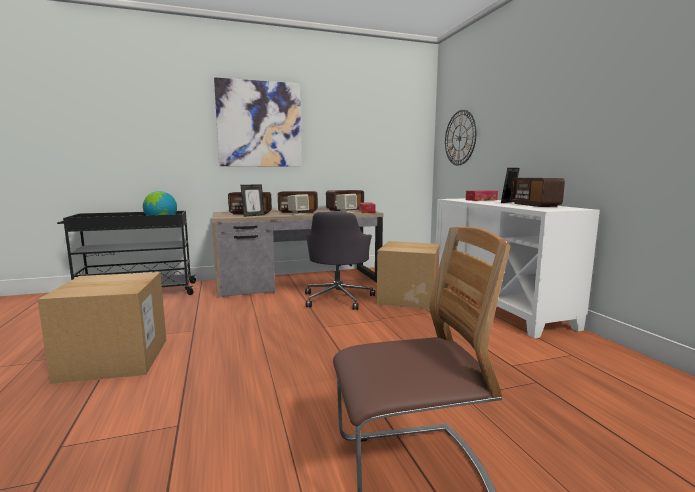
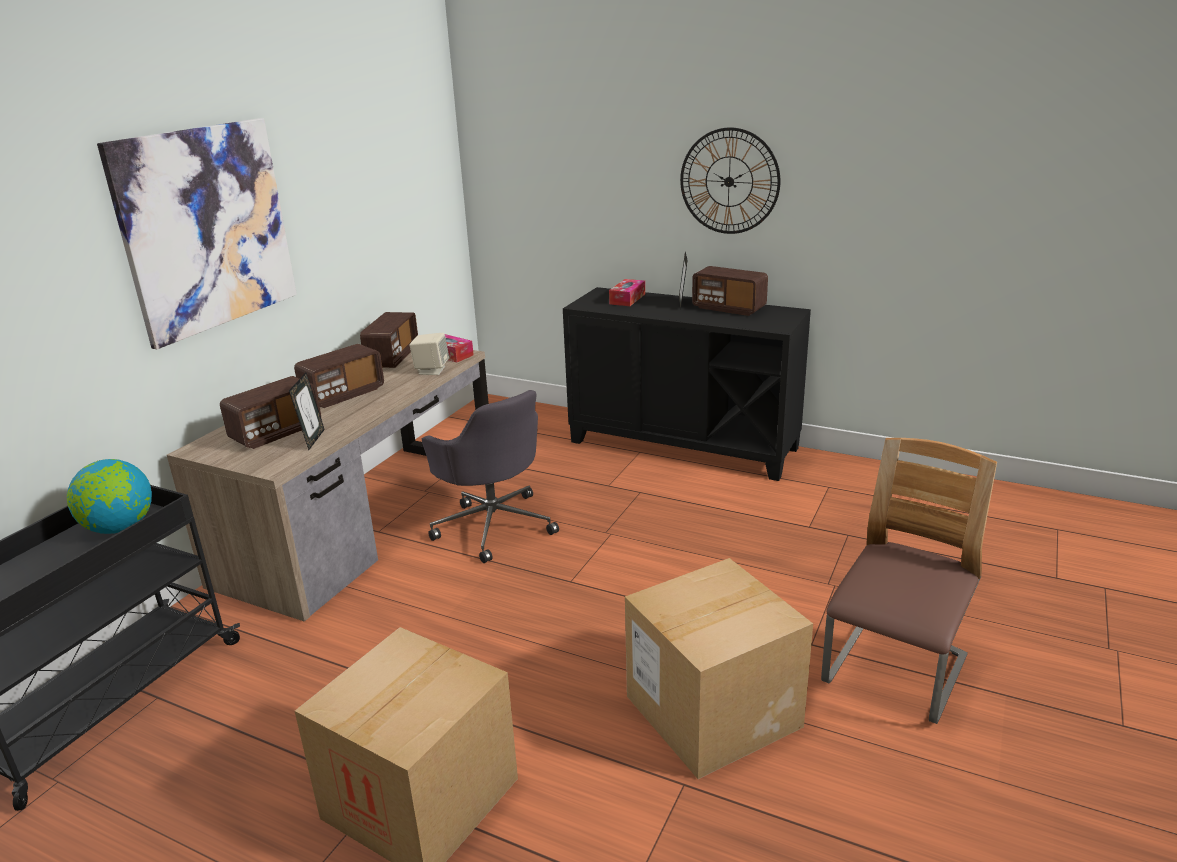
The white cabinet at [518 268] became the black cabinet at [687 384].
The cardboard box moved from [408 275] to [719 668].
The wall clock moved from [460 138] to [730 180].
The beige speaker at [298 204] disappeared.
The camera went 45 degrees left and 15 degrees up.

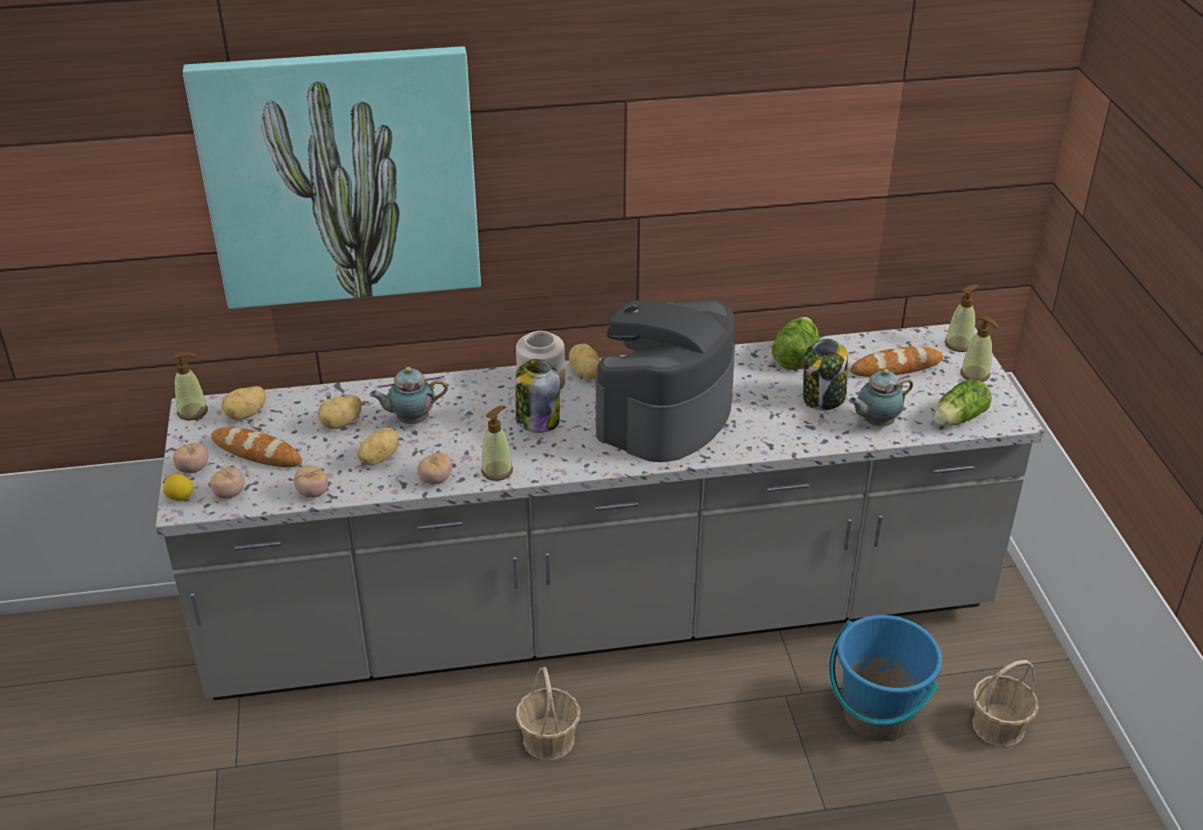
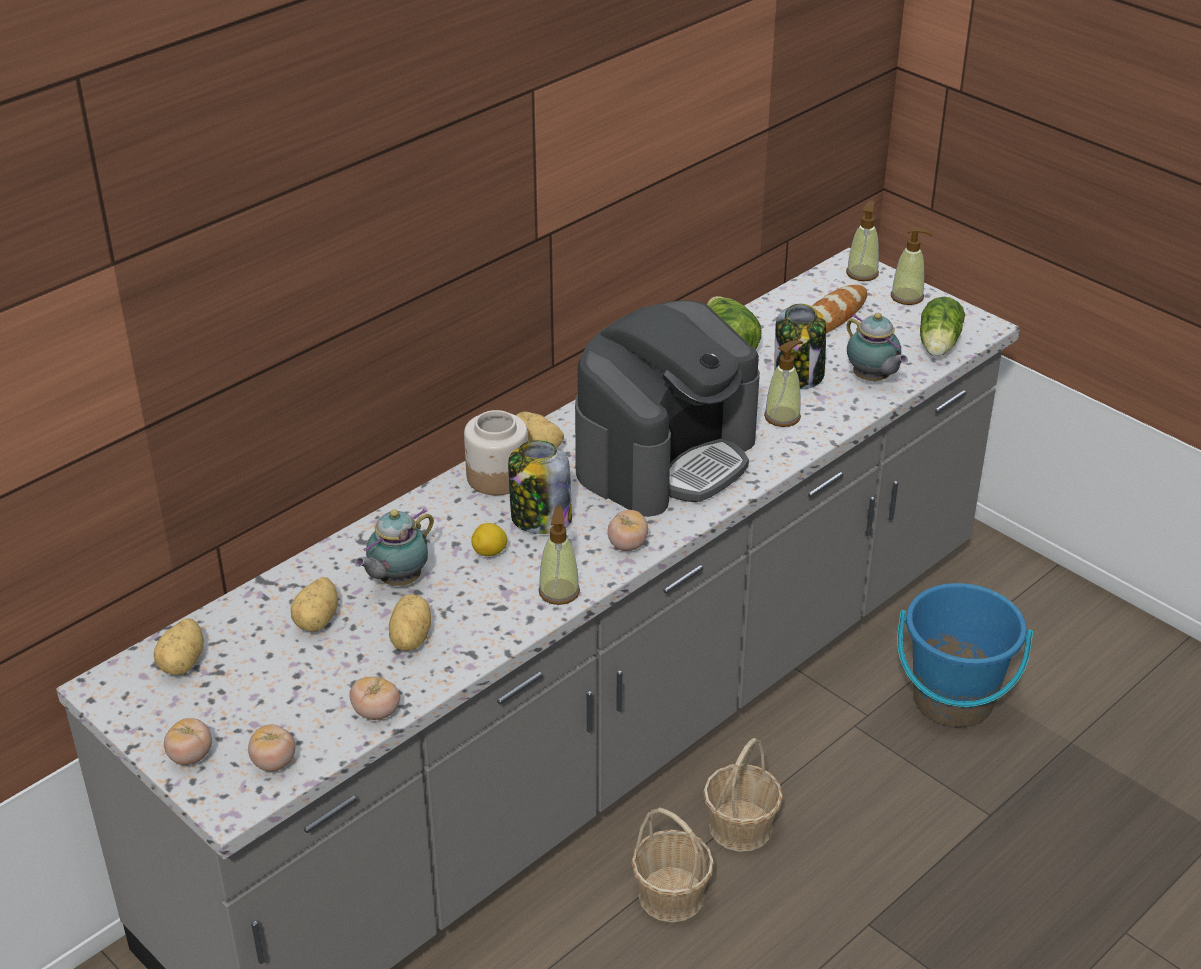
The lemon moved from [178 487] to [489 539].
The coffee machine at [665 381] turned 135 degrees counterclockwise.
The tomato moved from [435 468] to [628 530].
The basket moved from [1005 703] to [743 795].
The soap dispenser moved from [190 386] to [783 383].
The teapot at [881 397] turned 60 degrees counterclockwise.
The picture at [332 177] disappeared.
The bread at [256 447] disappeared.
The camera went 35 degrees left and 0 degrees up.

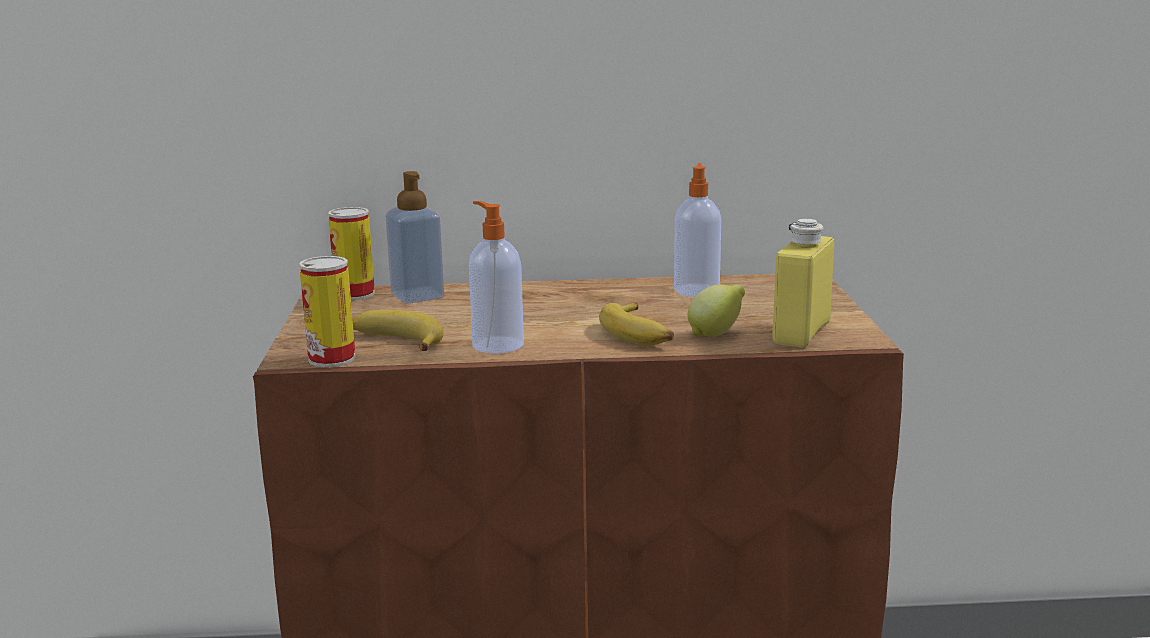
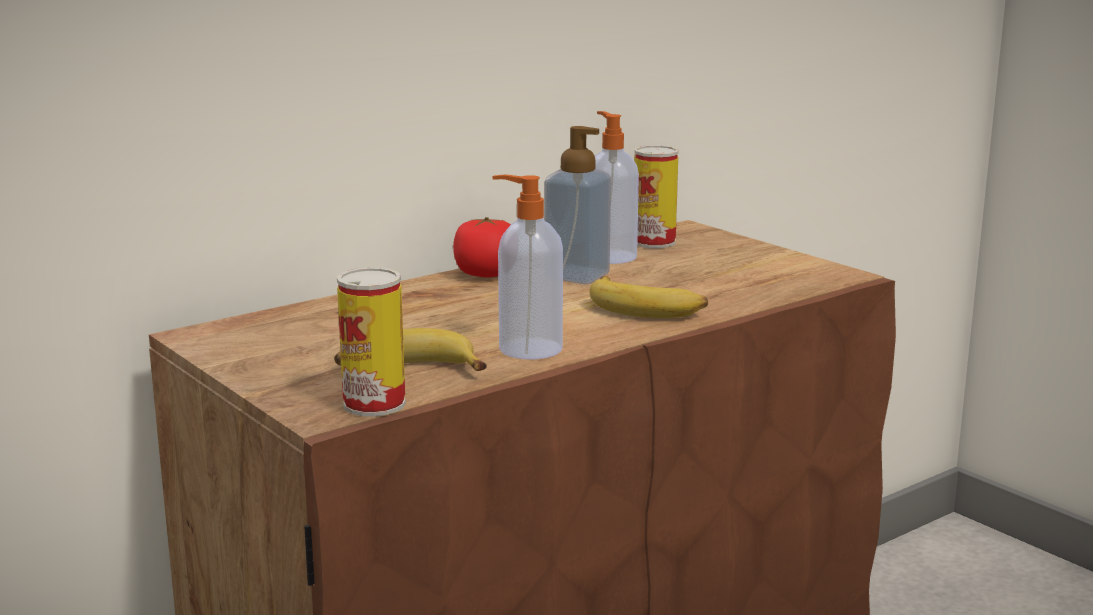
The tomato at [482 247] appeared.
The soap dispenser moved from [415 237] to [577 205].
The can moved from [351 253] to [656 196].
The lemon at [716 310] disappeared.
The yellow bottle at [803 283] disappeared.
The camera went 35 degrees left and 0 degrees up.

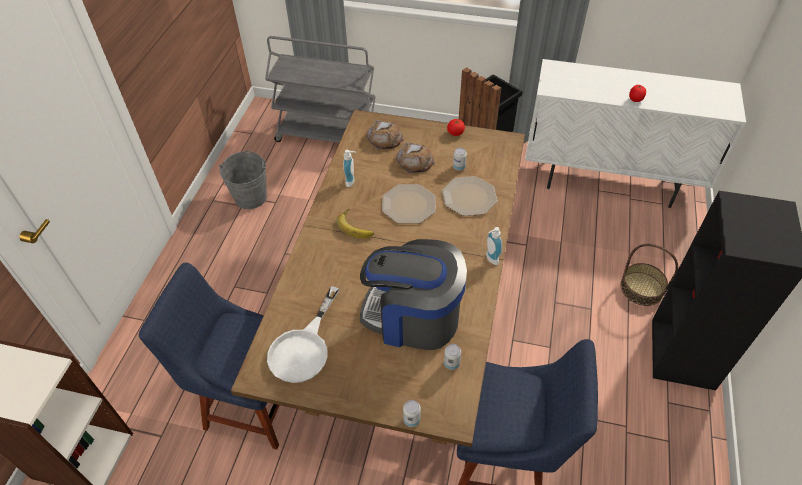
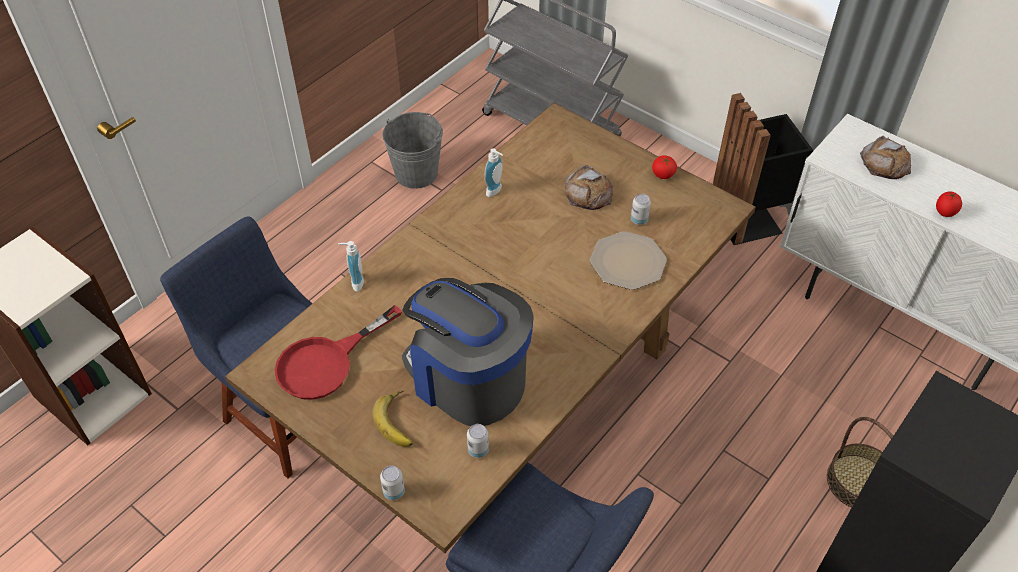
The white frying pan at [303 334] became the red frying pan at [338 352].
The soap dispenser moved from [494 246] to [351 266].
The banana moved from [355 223] to [392 418].
The bread moved from [385 135] to [885 157].
The plate at [409 204] disappeared.
The camera went 25 degrees right and 0 degrees up.

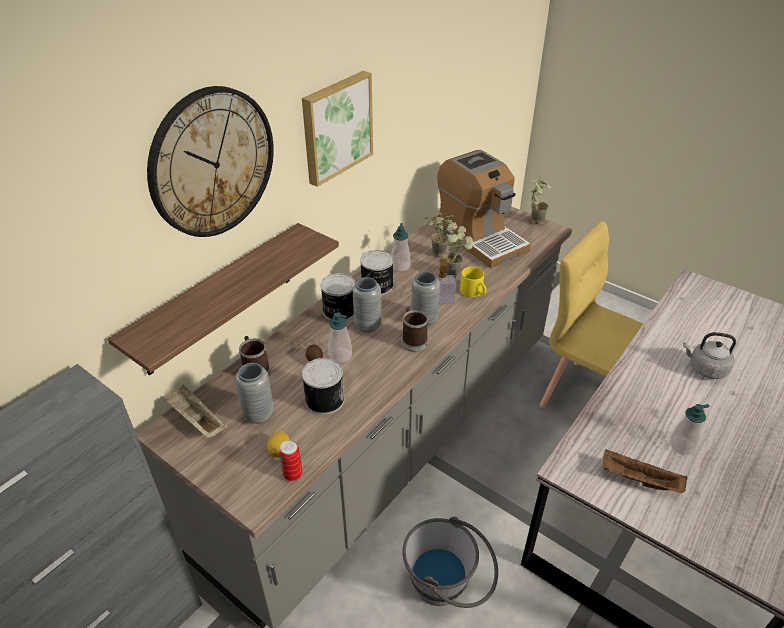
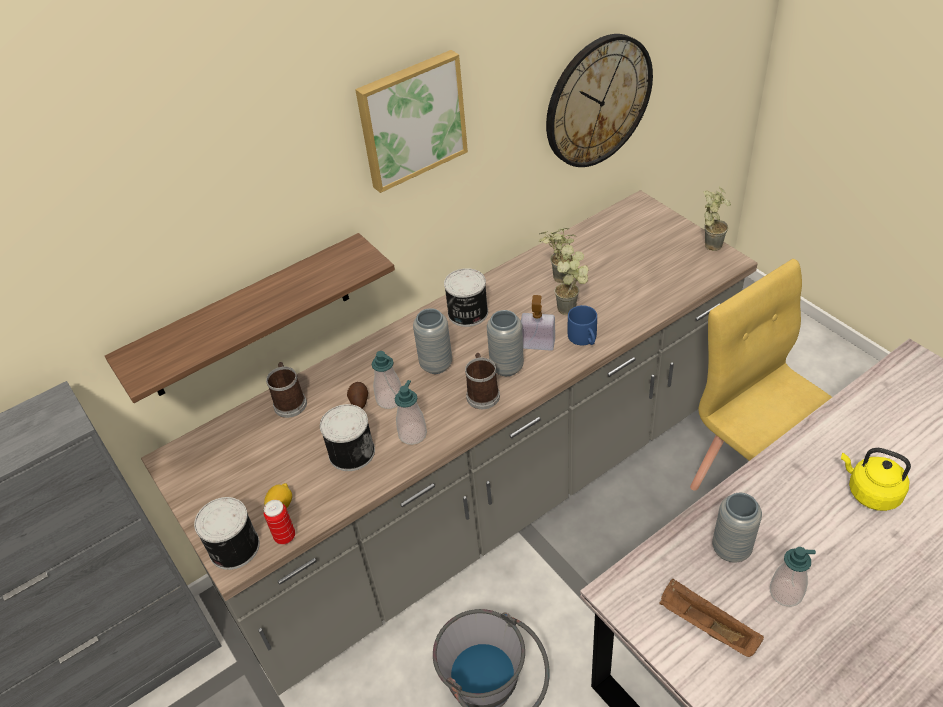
The can moved from [338 296] to [227 533].
The soap dispenser moved from [400 247] to [411 412].
The wall clock moved from [210 161] to [599 100].
The yellow mug at [473 282] became the blue mug at [582 325].
The grey vase moved from [254 393] to [737 528].
The grey kettle at [709 355] became the yellow kettle at [876 479].
The beige tray at [196 411] disappeared.
The coffee machine at [483 209] disappeared.
The camera went 20 degrees right and 5 degrees up.

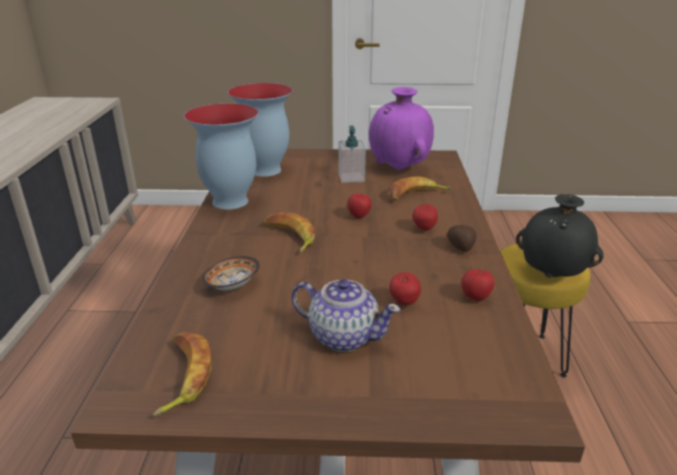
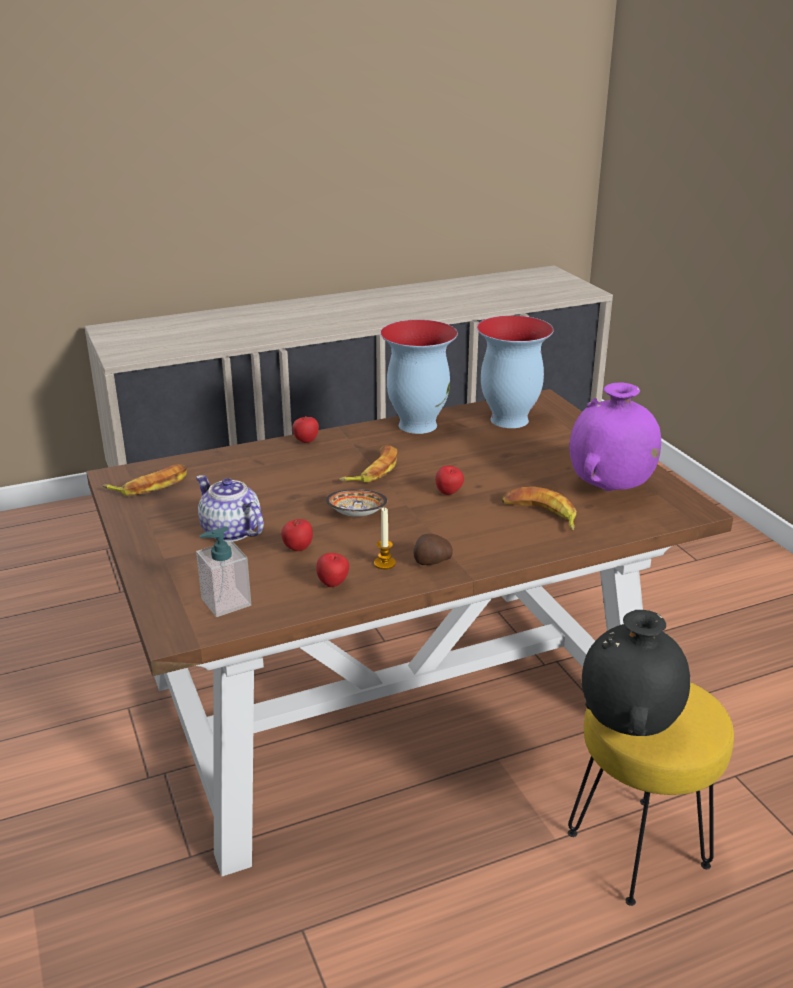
The teapot at [346 315] turned 135 degrees clockwise.
The soap dispenser moved from [352 154] to [223 571].
The apple moved from [425 217] to [306 429].
The bowl moved from [231 273] to [357 503].
The candle at [385 538] appeared.
The camera went 65 degrees right and 0 degrees up.

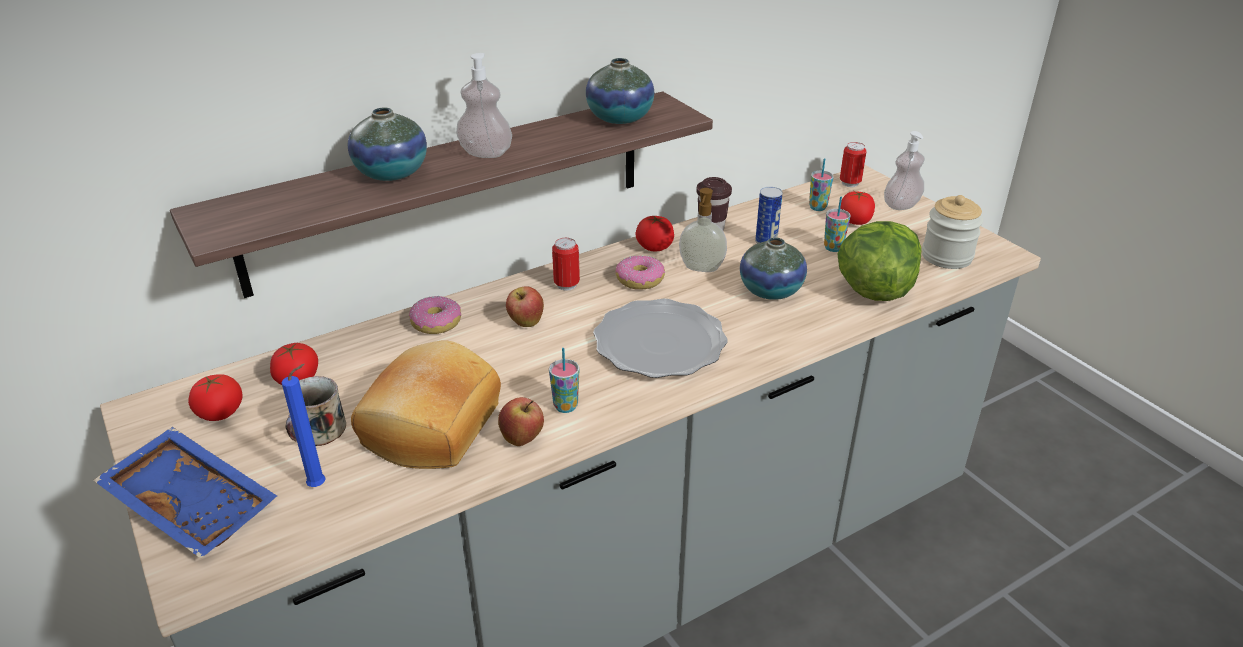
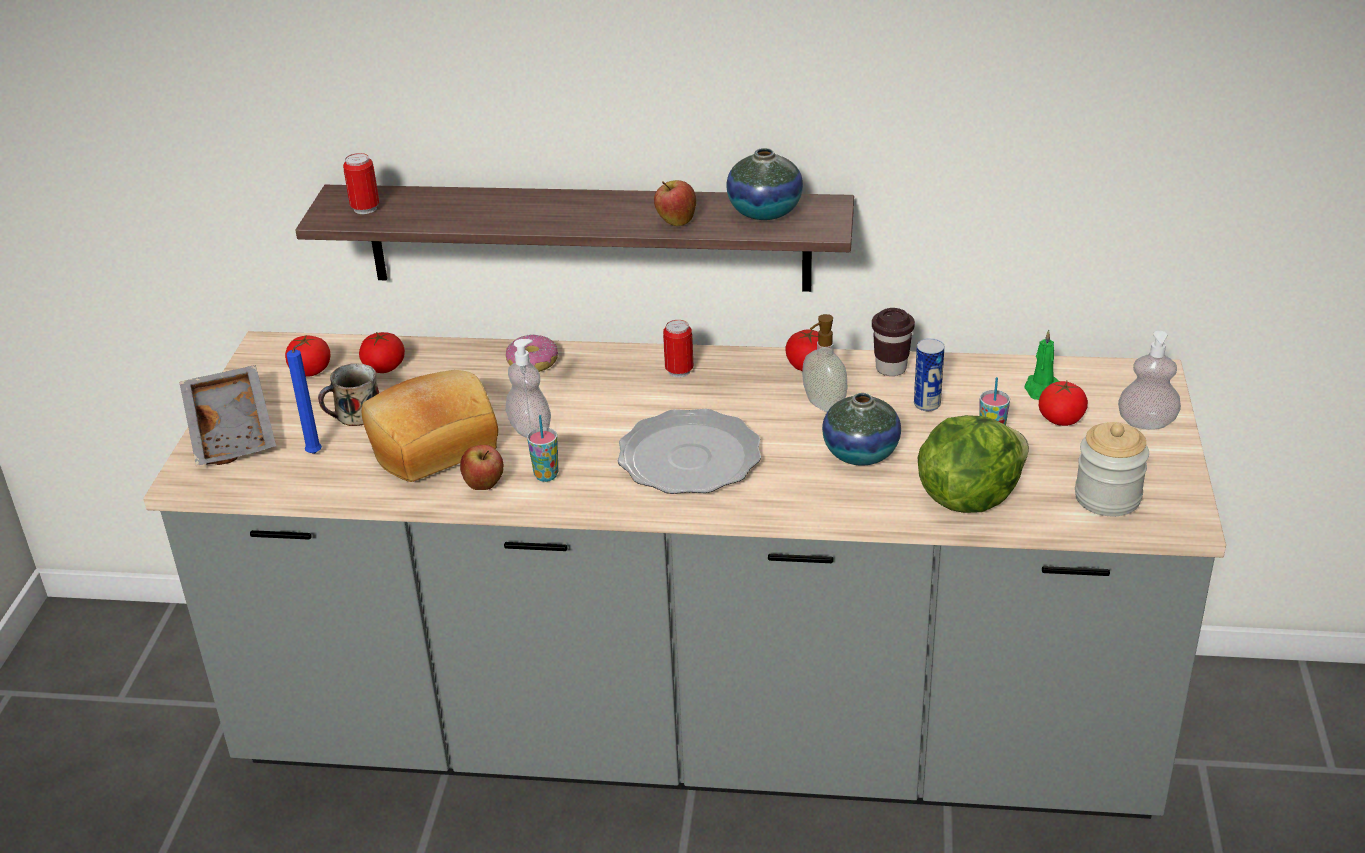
The blue tray at [185 492] became the grey tray at [227 415].
The can moved from [853 164] to [361 183].
The soap dispenser moved from [484 105] to [528 388].
The apple moved from [525 306] to [675 203].
The cup at [821 184] was replaced by the green candle at [1041 364].
The vase at [387 144] disappeared.
The donut at [640 272] disappeared.
The camera went 40 degrees right and 0 degrees up.

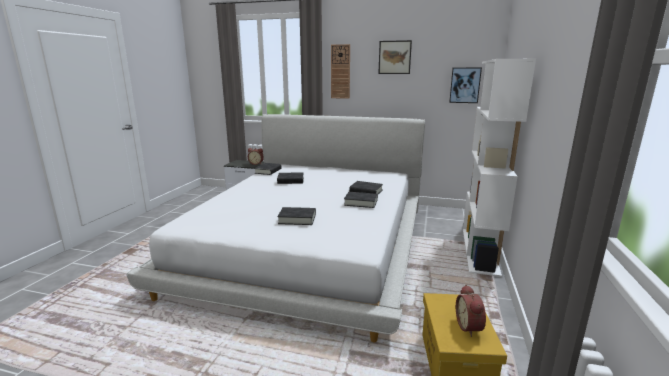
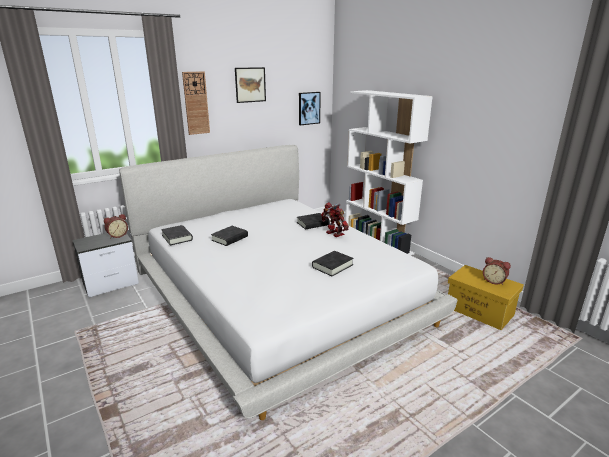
The black book at [361 200] was replaced by the toy robot at [335 219].
The camera went 50 degrees left and 5 degrees up.

